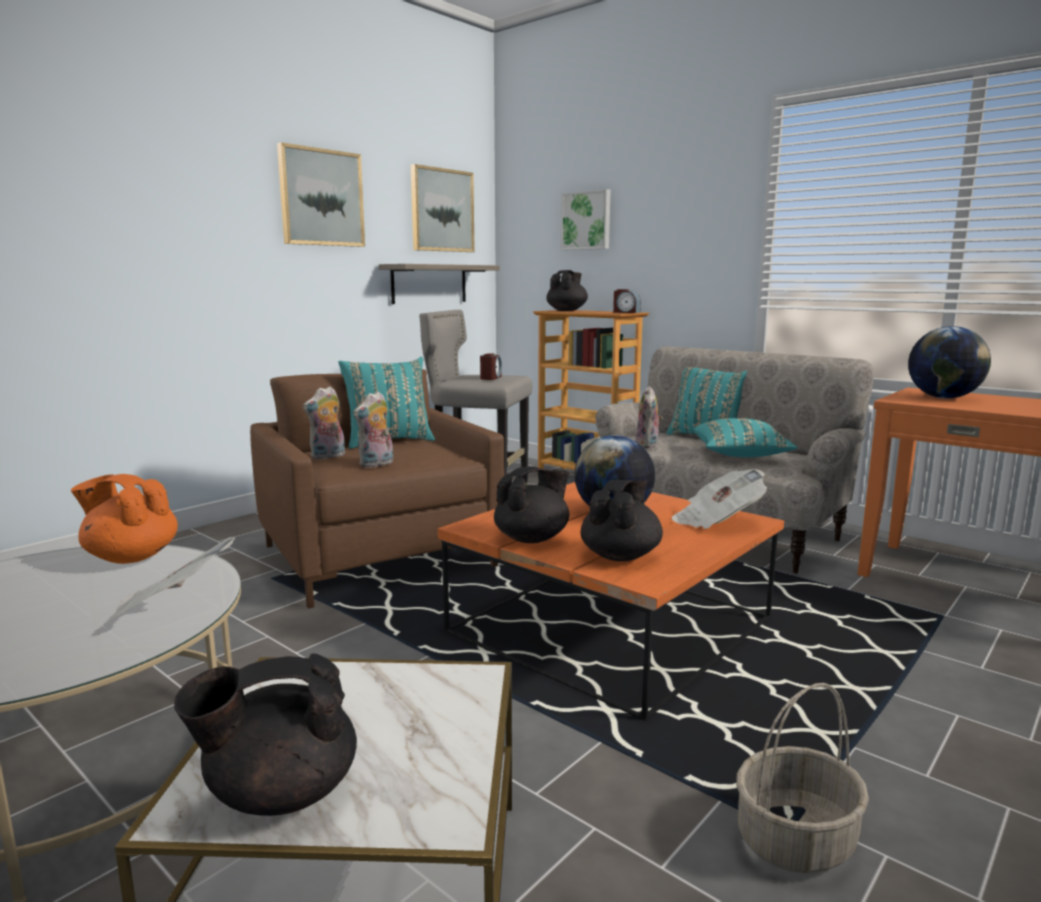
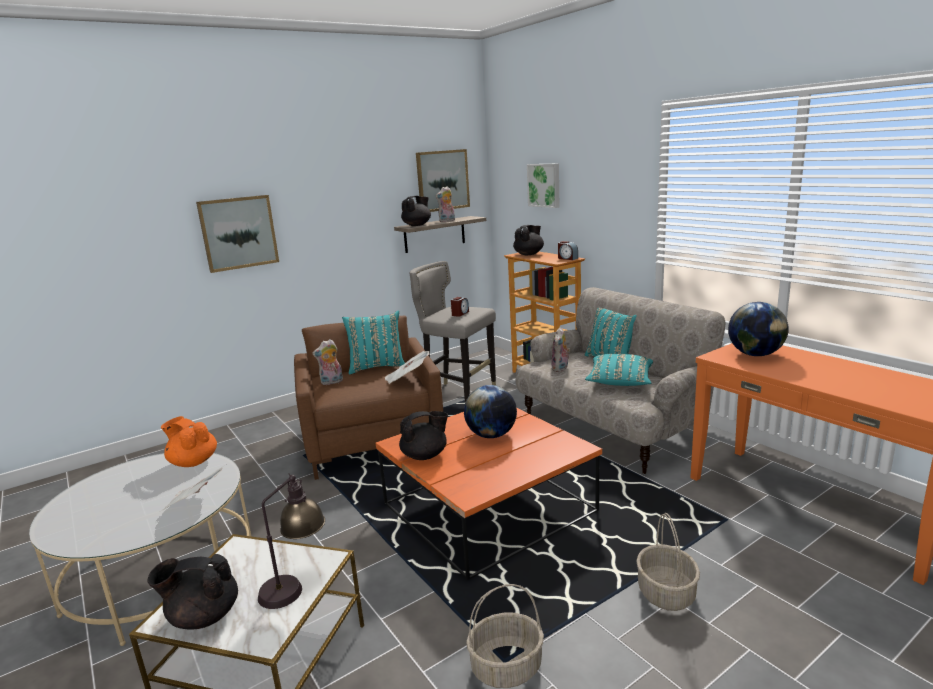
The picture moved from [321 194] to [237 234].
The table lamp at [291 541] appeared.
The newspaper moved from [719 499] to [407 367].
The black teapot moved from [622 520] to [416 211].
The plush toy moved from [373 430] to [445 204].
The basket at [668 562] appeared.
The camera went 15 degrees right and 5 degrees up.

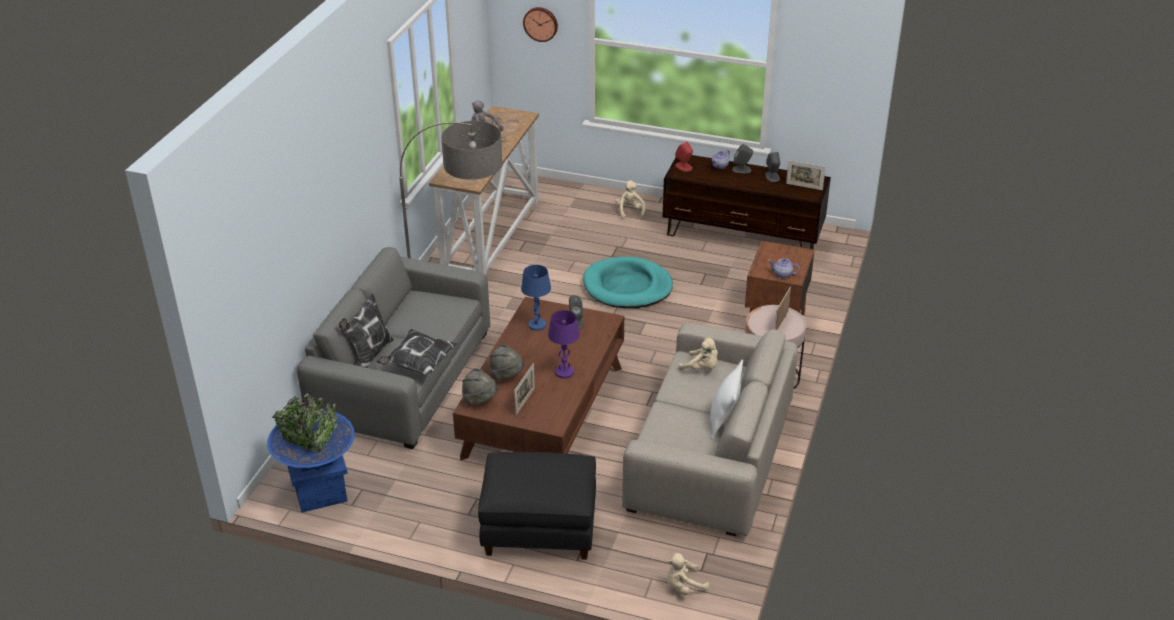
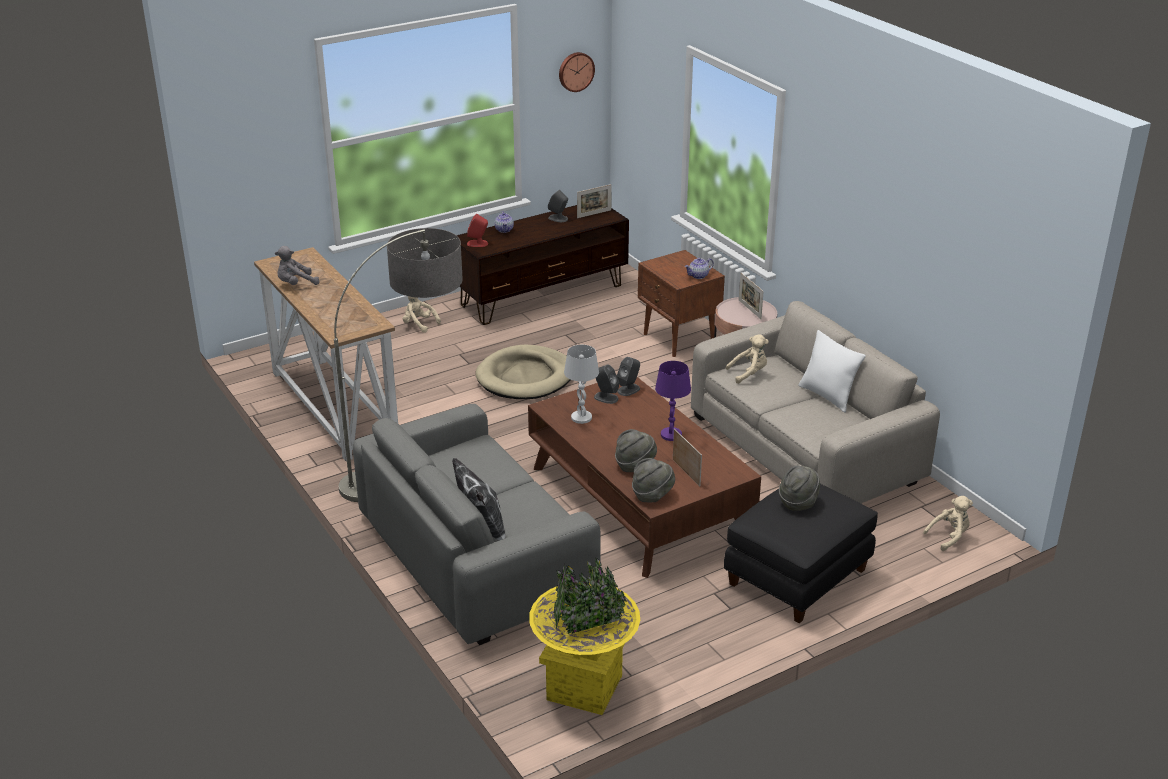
The turquoise dog bed at [628 282] became the beige dog bed at [523 372].
The blue planter at [311 453] became the yellow planter at [584 636].
The wall clock moved from [540 24] to [577 72].
The blue table lamp at [536 298] became the white table lamp at [581 384].
The grey speaker moved from [742 158] to [628 376].
The grey hat at [799 488] appeared.
The beige plush toy at [688 574] turned 135 degrees counterclockwise.
The pillow at [418 353] disappeared.
The camera went 50 degrees left and 5 degrees down.

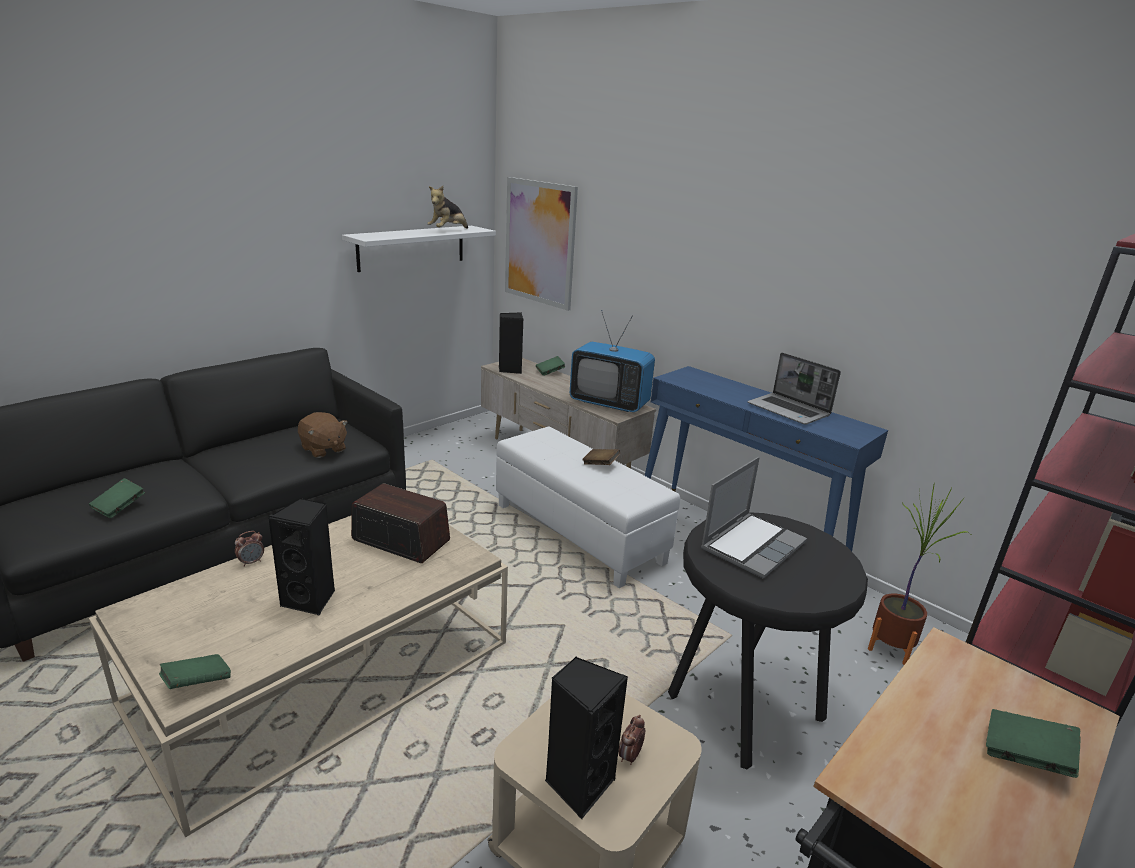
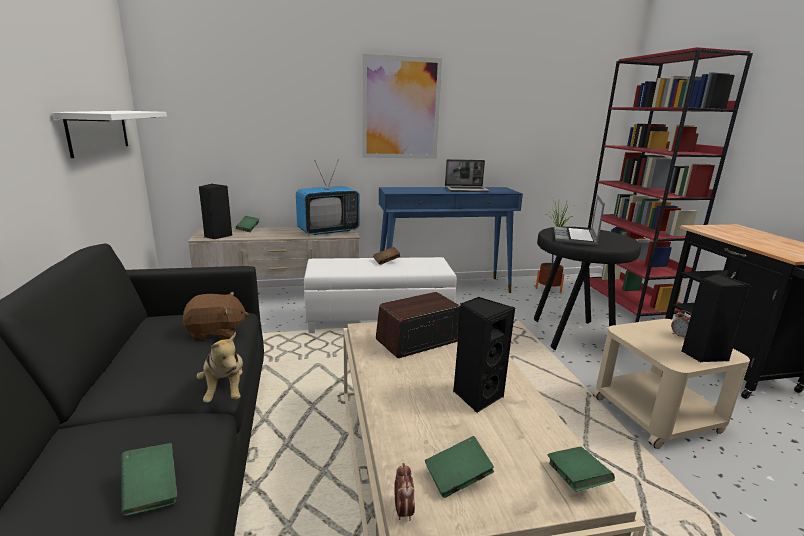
The plush toy moved from [447 207] to [220 367].
The picture moved from [541 244] to [402 106].
The alarm clock moved from [249 549] to [404 492].
The green book moved from [1033 743] to [459 467].
The laptop at [754 517] turned 150 degrees counterclockwise.
The camera went 55 degrees left and 5 degrees down.

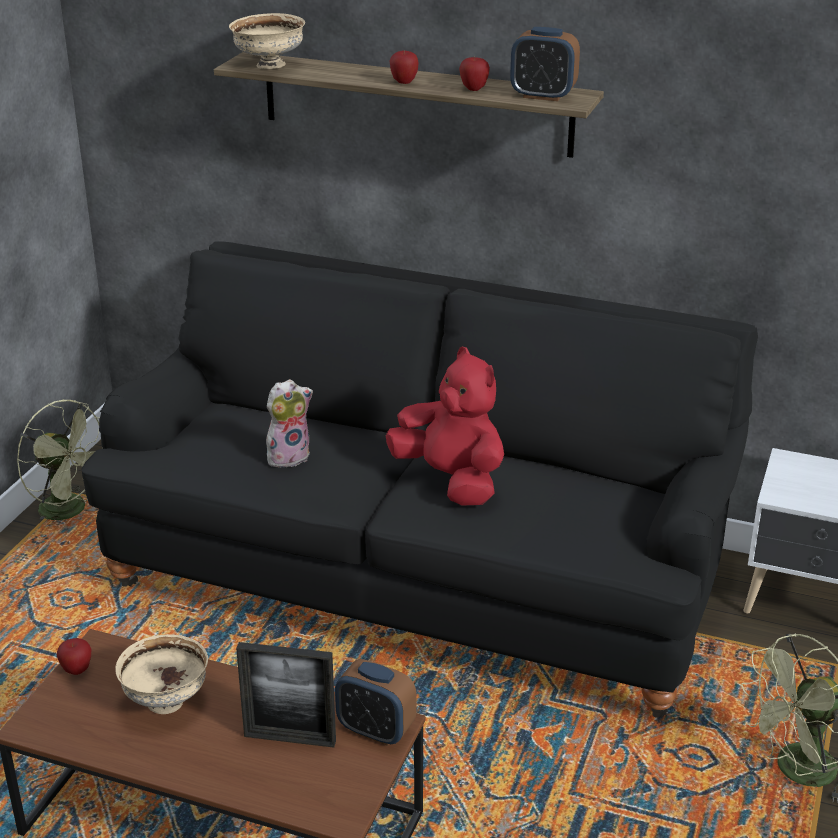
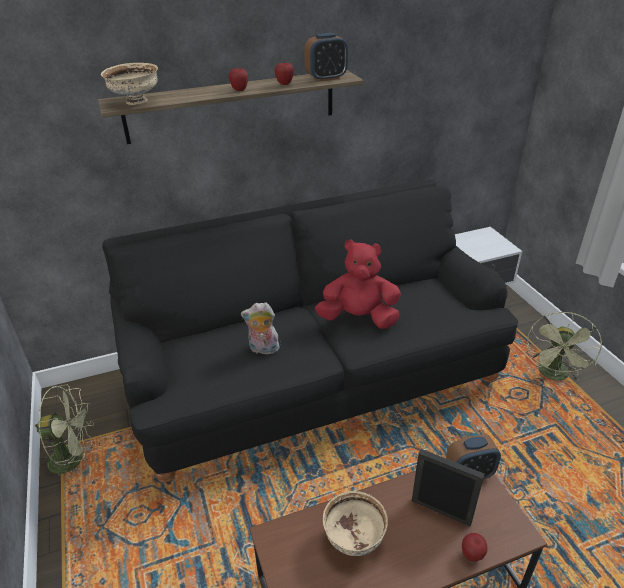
The plush toy at [289 423] turned 105 degrees counterclockwise.
The picture frame at [286 695] turned 120 degrees counterclockwise.
The apple moved from [73 656] to [475 547].
The camera went 40 degrees left and 5 degrees up.

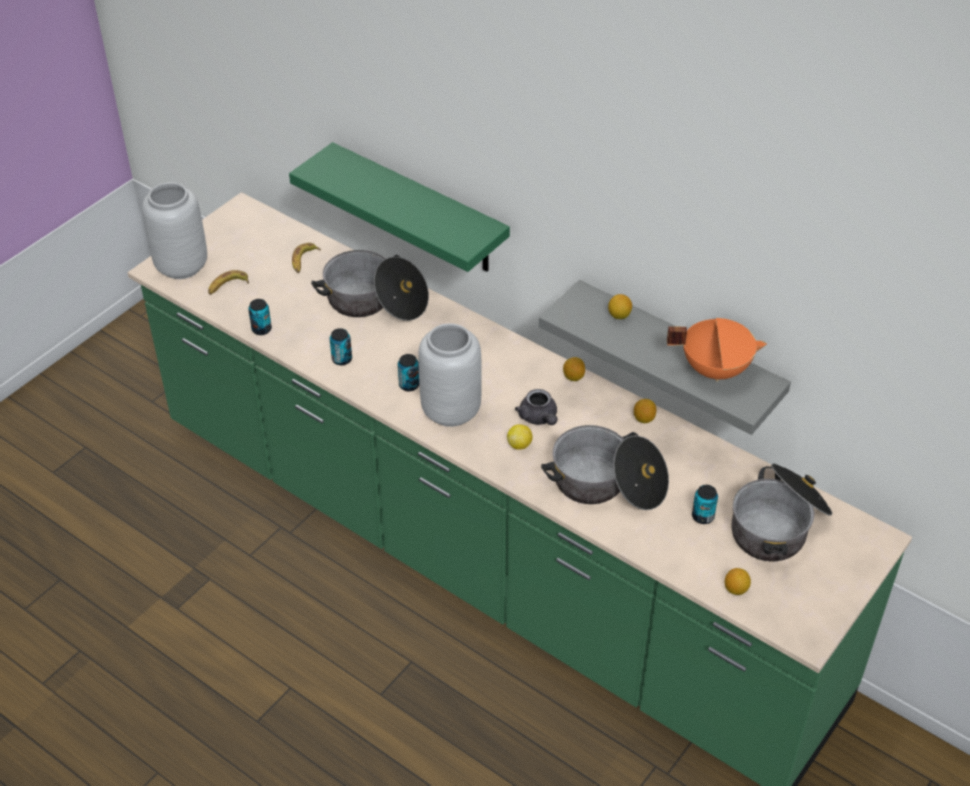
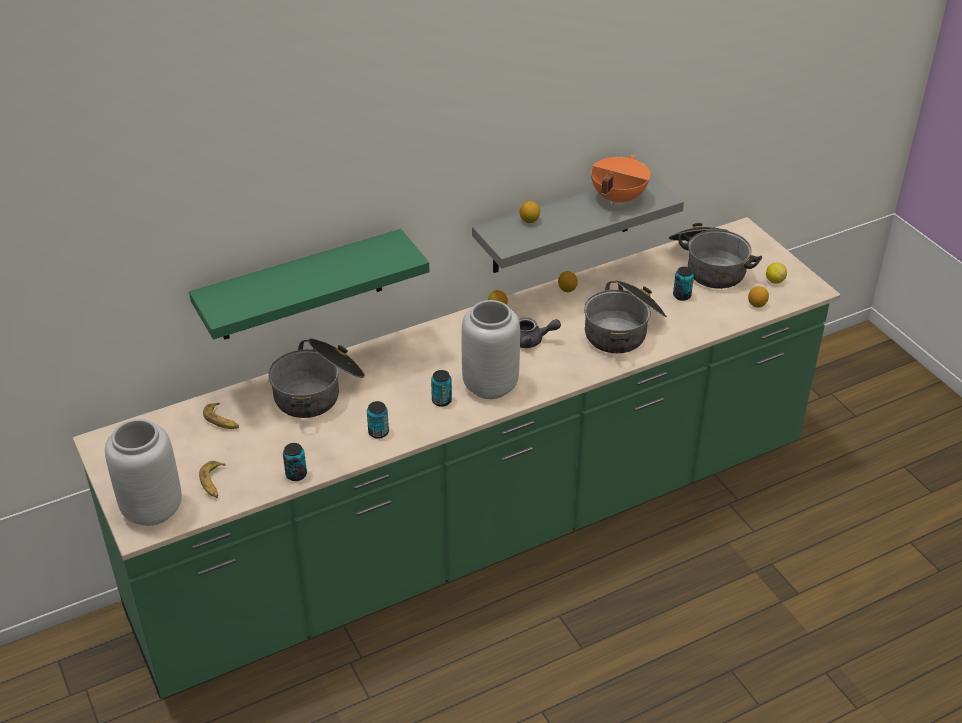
The lemon moved from [519 437] to [776 273].
The camera went 65 degrees left and 5 degrees down.

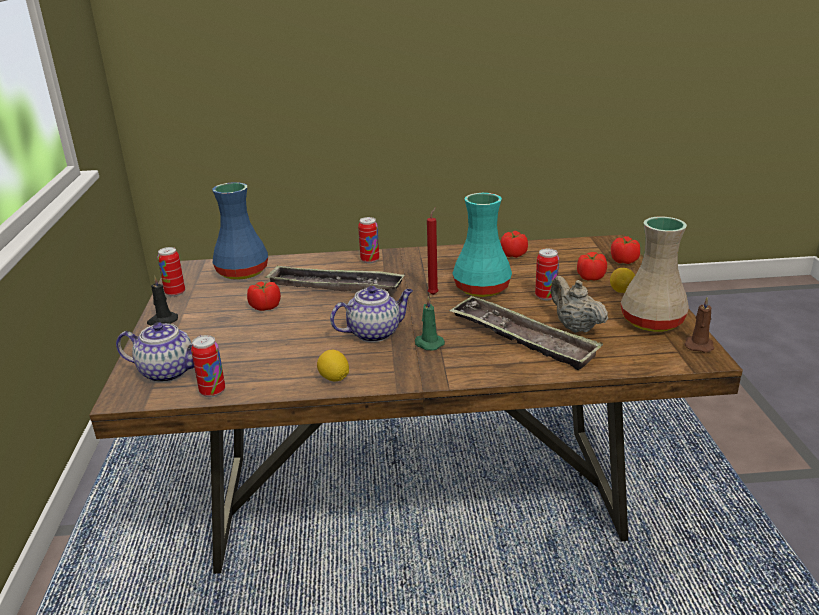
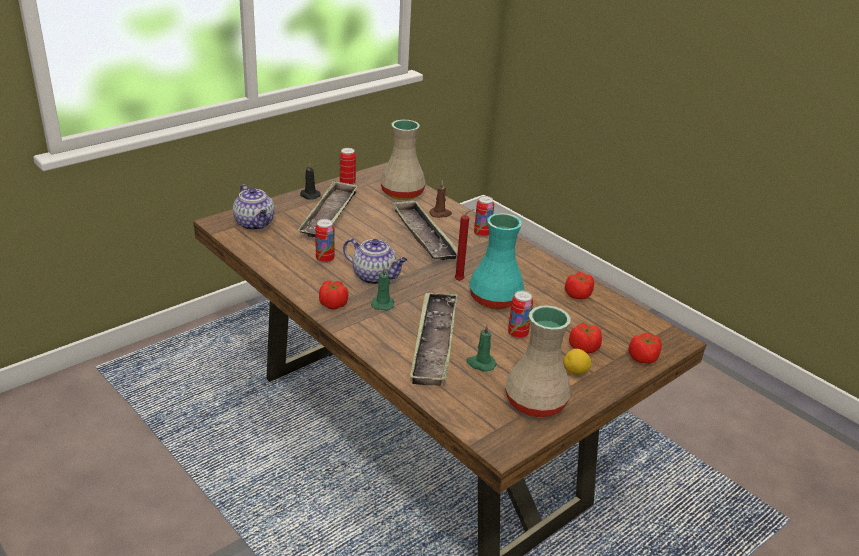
The tray at [328 208] appeared.
The can moved from [208 366] to [324 241].
The tomato moved from [264 296] to [333 295].
The blue vase at [240 231] became the beige vase at [403 160].
The brown candle moved from [699 325] to [440 199].
The beige teapot at [579 304] was replaced by the green candle at [481 347].
The lemon at [333 365] disappeared.
The camera went 50 degrees right and 5 degrees up.

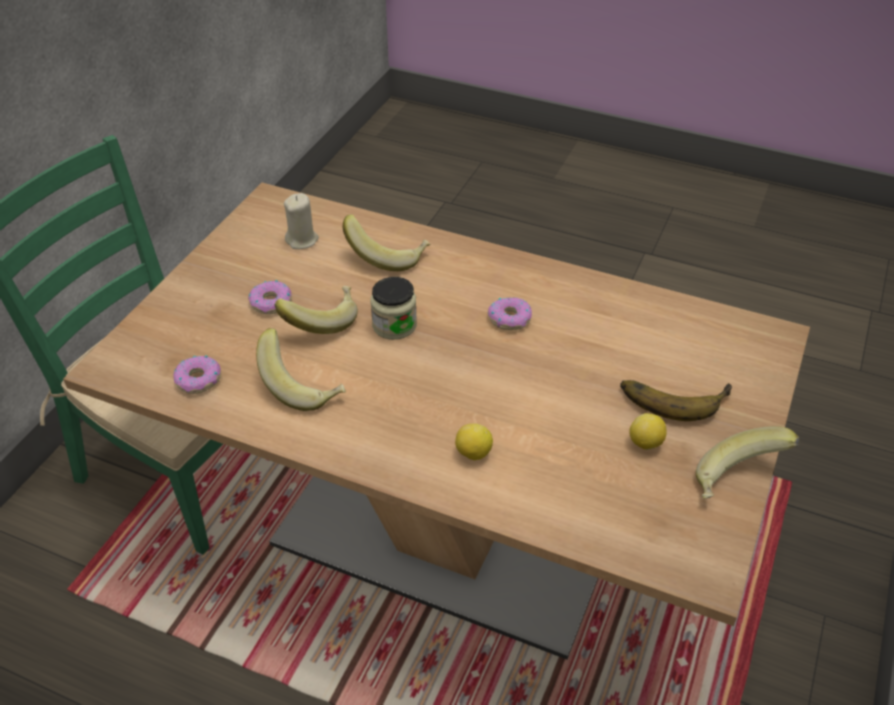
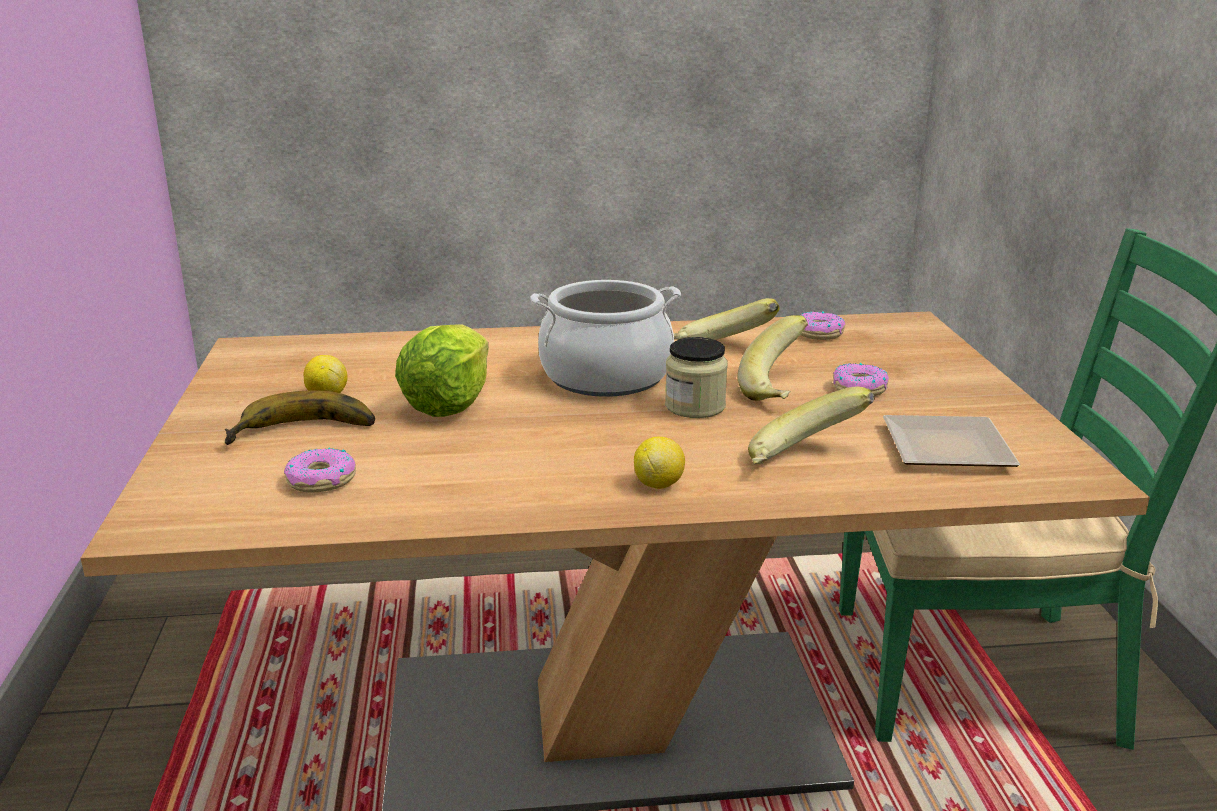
The donut moved from [510 313] to [320 470].
The lettuce at [442 370] appeared.
The cooking pot at [606 338] appeared.
The lemon moved from [474 441] to [659 463].
The beige candle at [301 221] was replaced by the plate at [951 441].
The banana at [747 462] disappeared.
The camera went 150 degrees right and 20 degrees down.

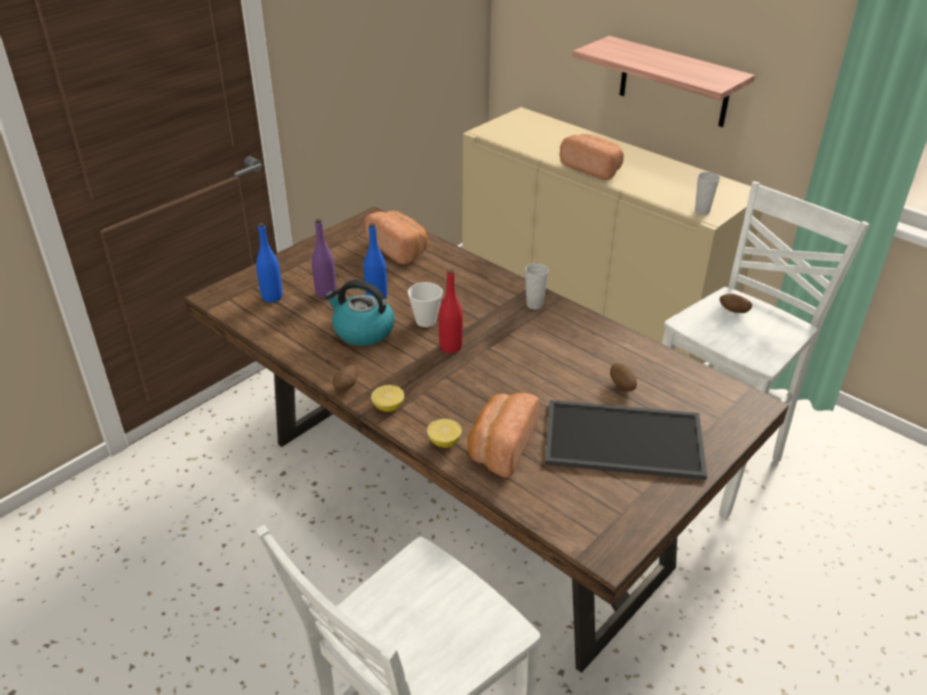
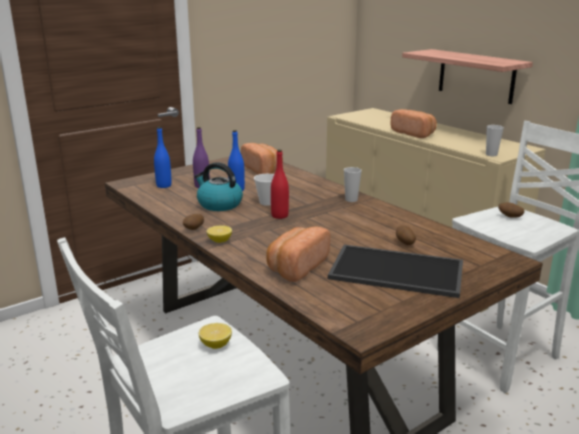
The lemon moved from [444 433] to [215 336].
The camera went 10 degrees right and 15 degrees down.

